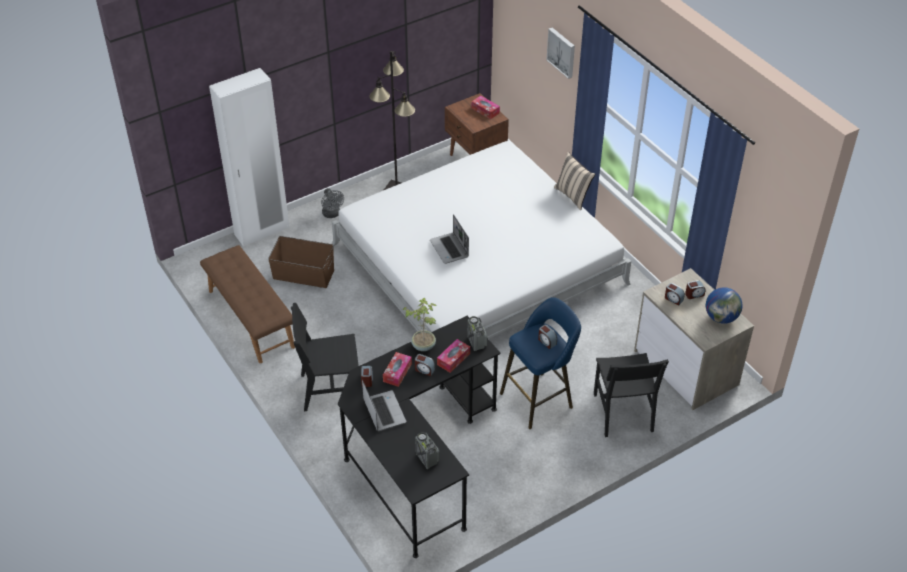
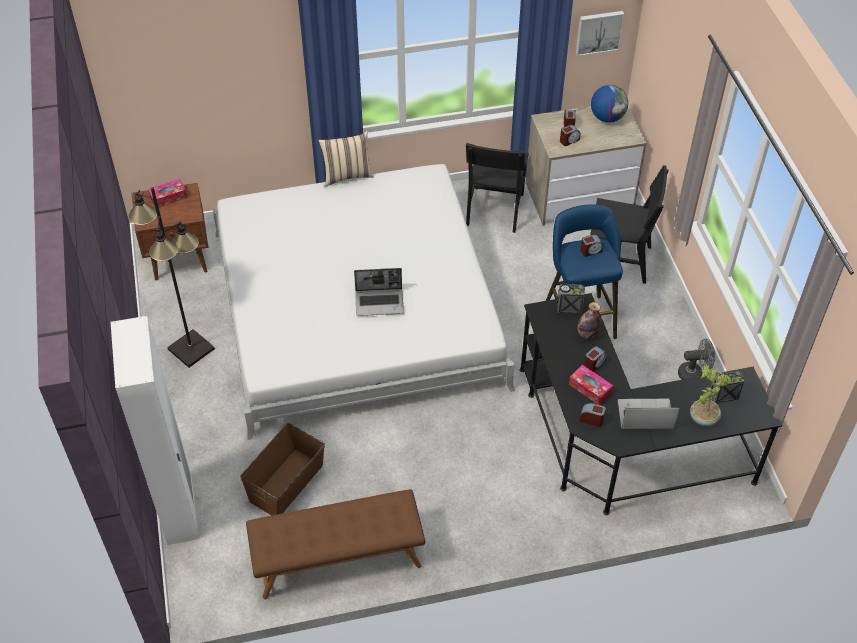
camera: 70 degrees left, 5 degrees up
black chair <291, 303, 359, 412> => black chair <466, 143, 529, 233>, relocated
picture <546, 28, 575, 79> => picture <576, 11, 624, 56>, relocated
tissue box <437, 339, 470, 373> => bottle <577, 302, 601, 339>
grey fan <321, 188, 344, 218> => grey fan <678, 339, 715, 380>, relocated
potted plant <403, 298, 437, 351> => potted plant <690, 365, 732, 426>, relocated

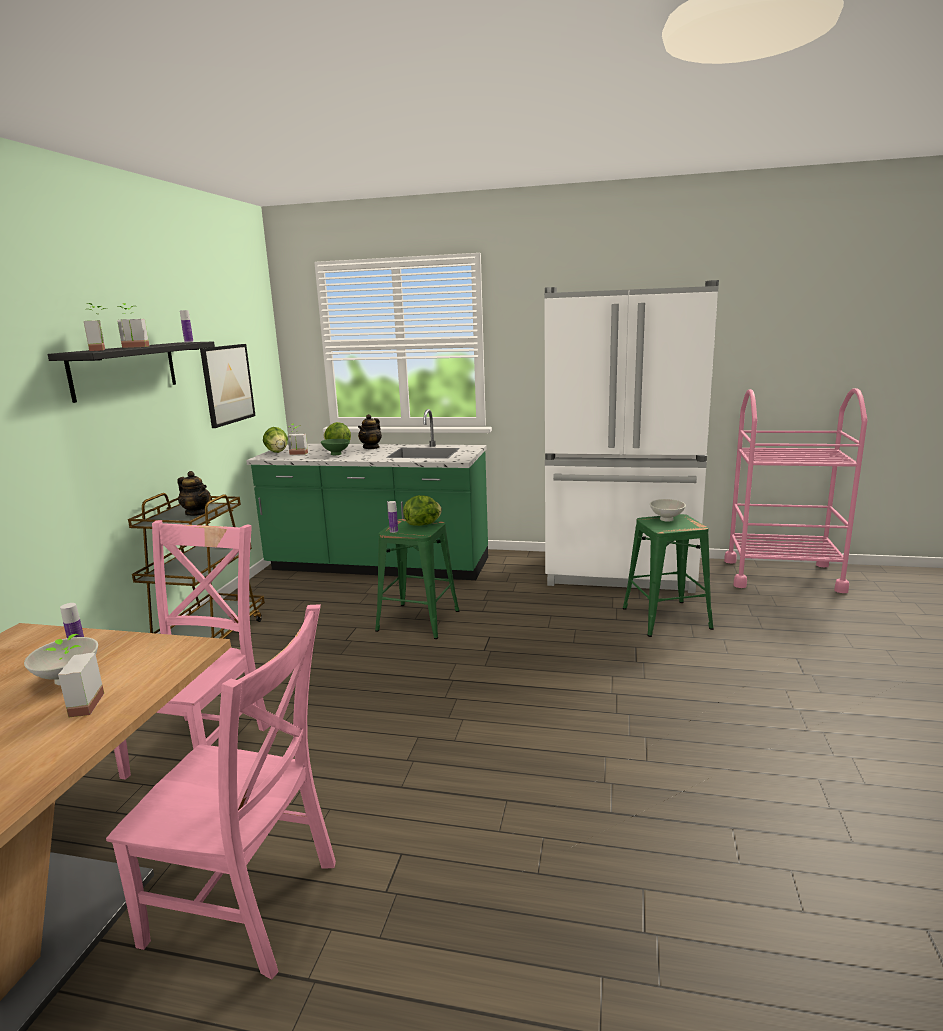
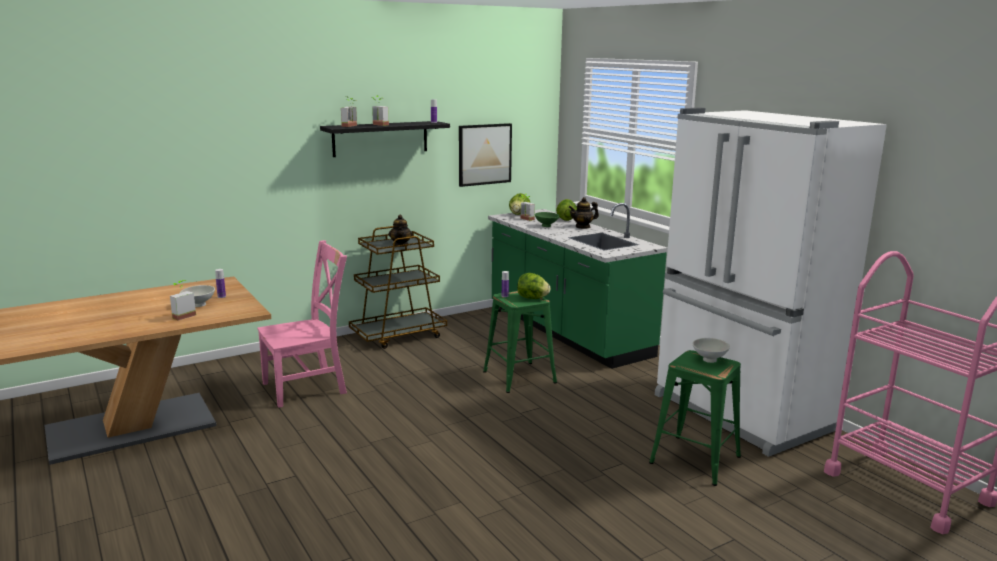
camera: 45 degrees right, 0 degrees up
pink chair <106, 604, 336, 980> => nothing

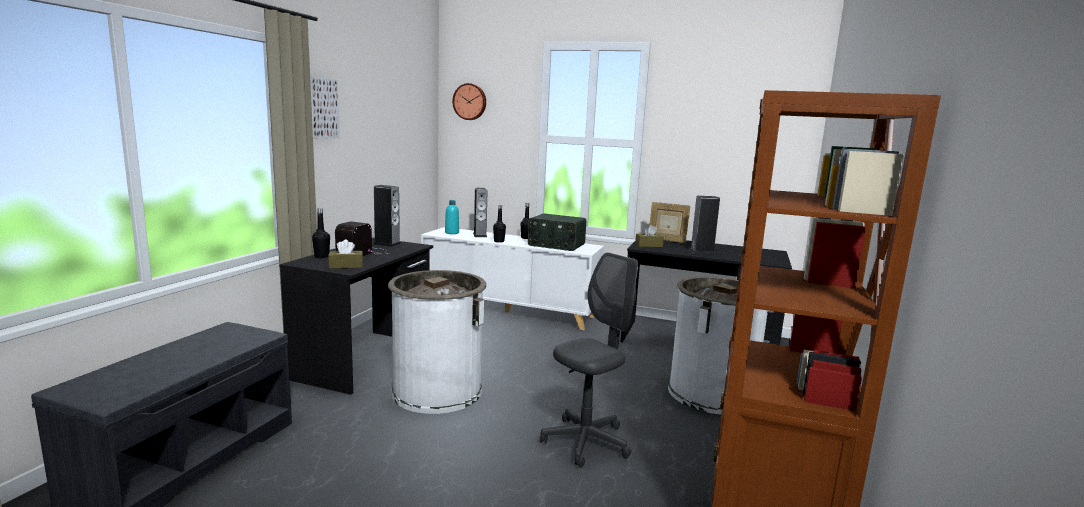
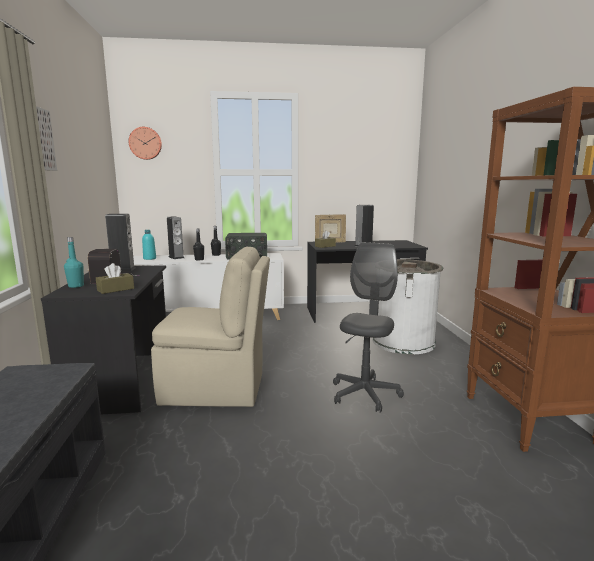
camera: 25 degrees left, 0 degrees up
black bottle <312, 208, 330, 258> => turquoise bottle <64, 237, 84, 288>
white trash can <388, 270, 486, 414> => beige chair <151, 247, 270, 407>

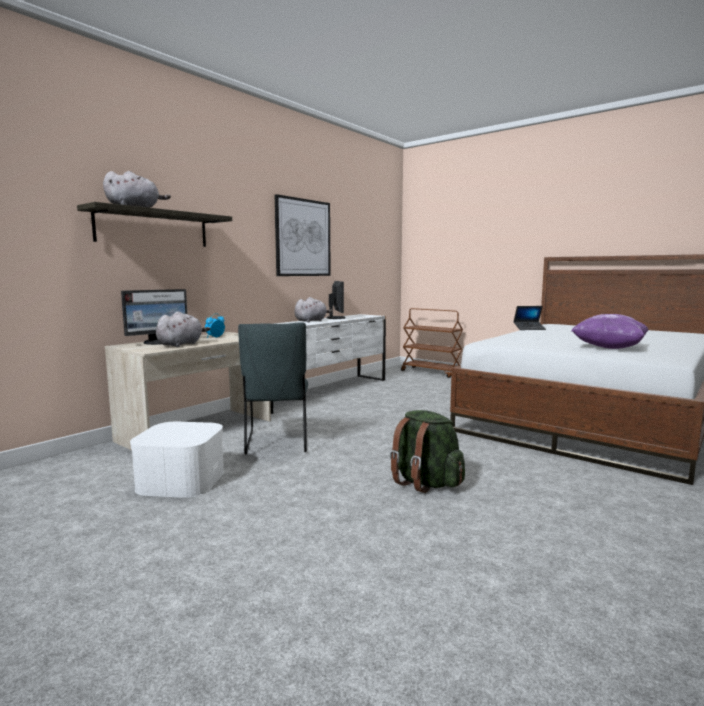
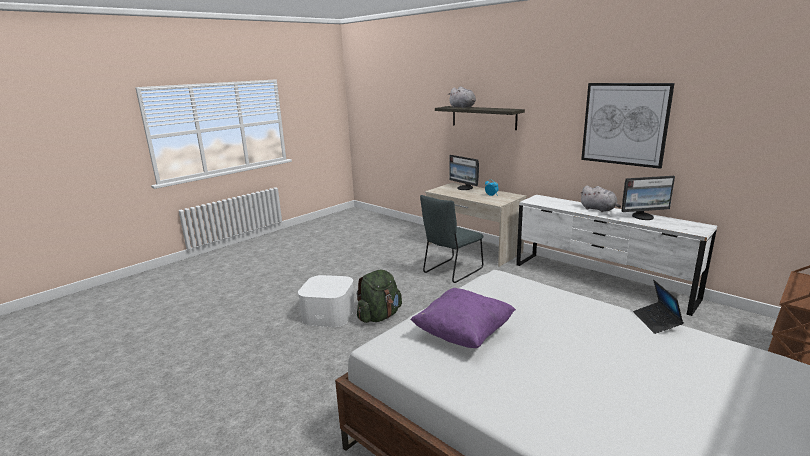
camera: 95 degrees right, 10 degrees up
white storage box <130, 422, 224, 498> => white storage box <298, 275, 355, 327>, relocated
grey chair <238, 322, 308, 454> => grey chair <420, 195, 483, 283>, 45 degrees counterclockwise
grey plush toy <156, 311, 210, 347> => nothing

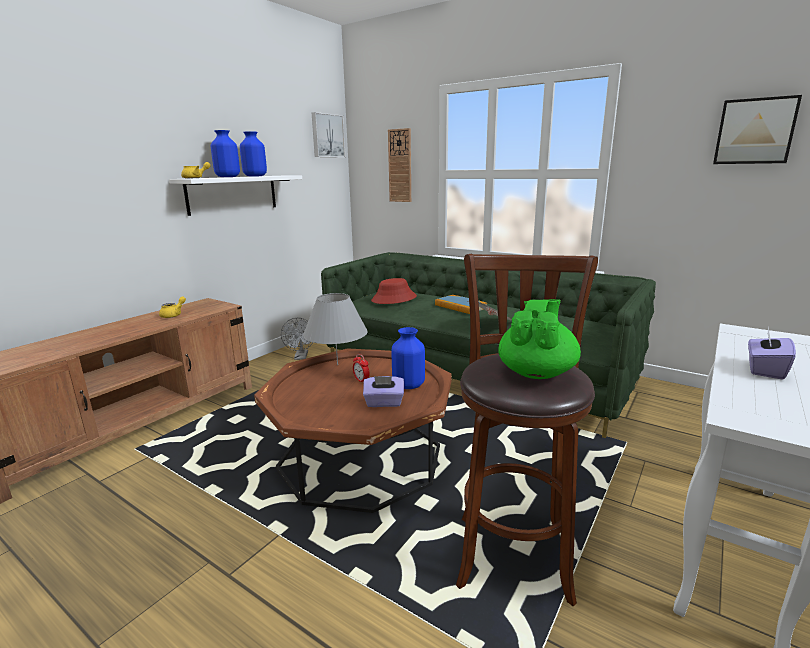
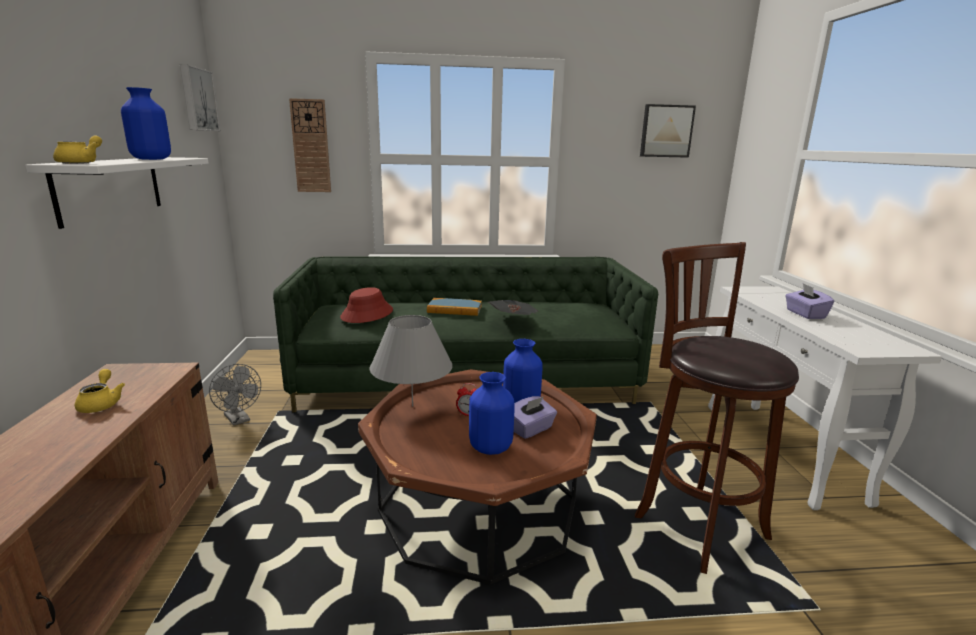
camera: 40 degrees left, 0 degrees up
blue vase <211, 130, 240, 177> => blue vase <469, 372, 515, 455>, relocated
green teapot <498, 299, 581, 379> => nothing

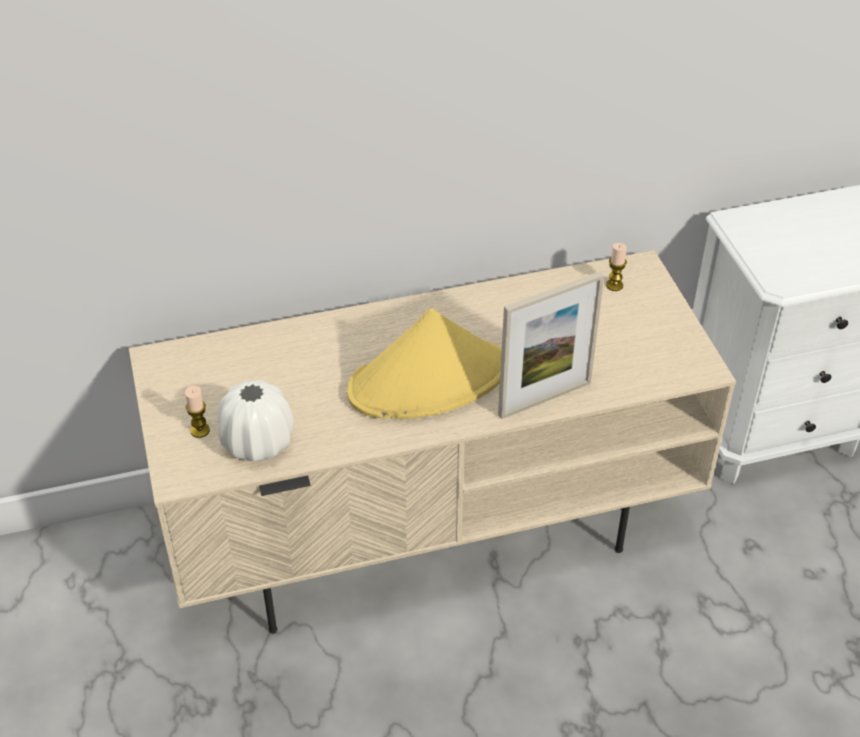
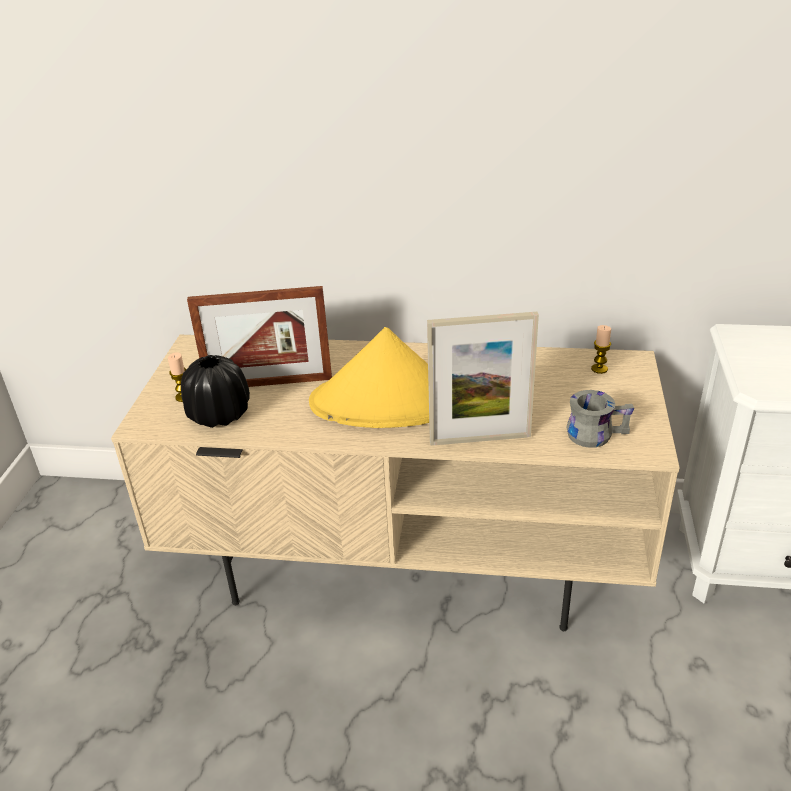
camera: 25 degrees right, 10 degrees down
white vase <218, 380, 294, 461> => black vase <181, 355, 250, 428>
nothing => picture frame <187, 286, 332, 387>
nothing => grey mug <567, 390, 634, 448>

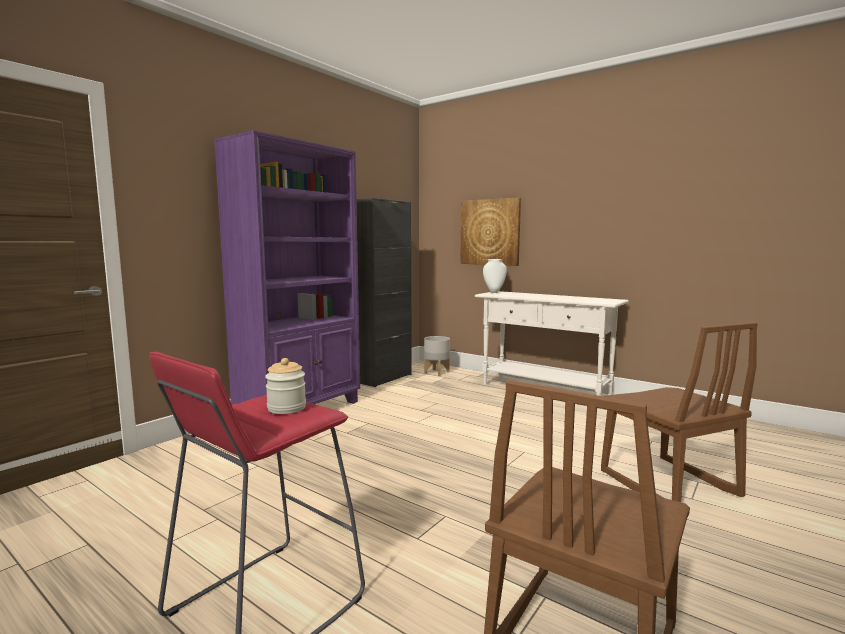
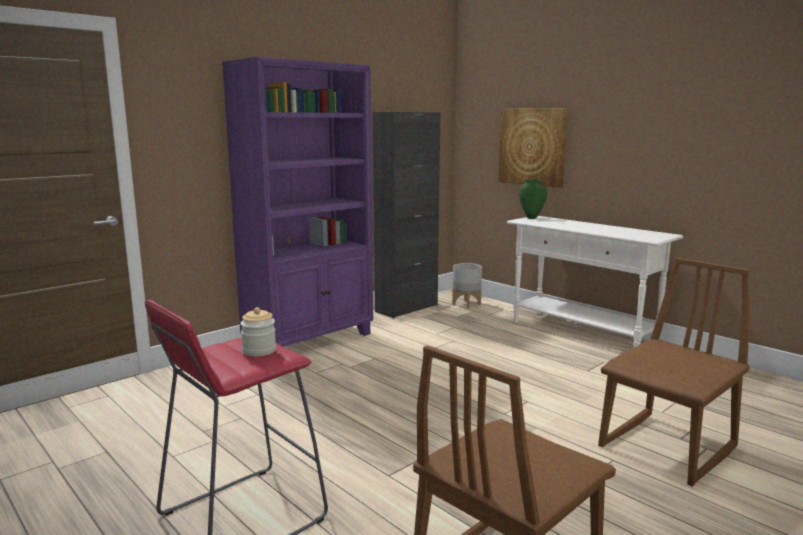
camera: 10 degrees right, 5 degrees up
white vase <483, 259, 507, 293> => green vase <519, 179, 547, 219>
brown chair <601, 322, 758, 502> => brown chair <598, 258, 750, 487>, 120 degrees counterclockwise

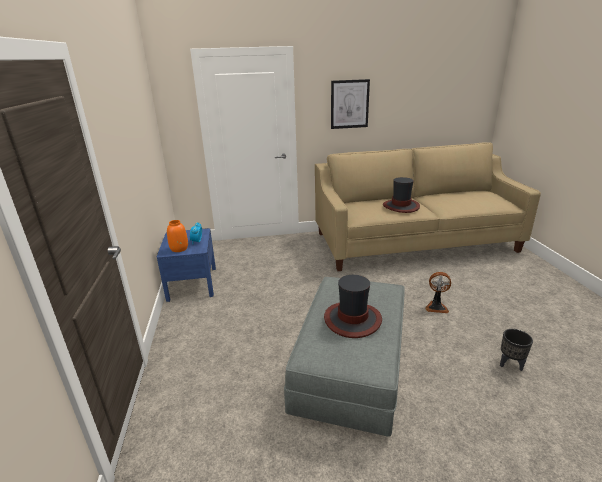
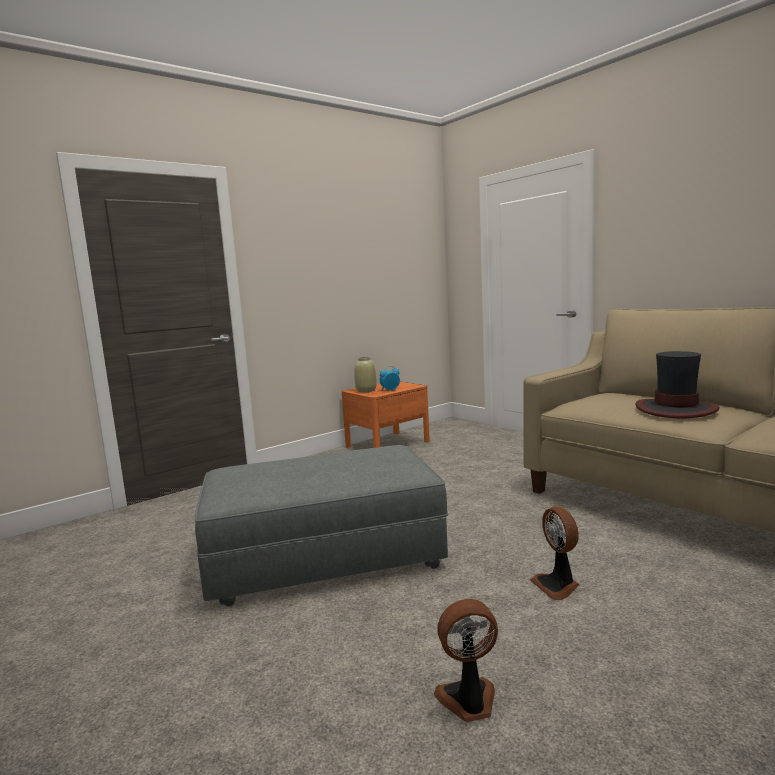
camera: 60 degrees right, 15 degrees down
blue nightstand <157, 228, 216, 302> => orange nightstand <342, 382, 430, 448>
orange vase <167, 220, 188, 252> => beige vase <355, 357, 377, 392>
black planter <500, 329, 533, 371> => fan <434, 599, 498, 722>
hat <324, 275, 382, 338> => nothing
picture <331, 79, 370, 129> => nothing

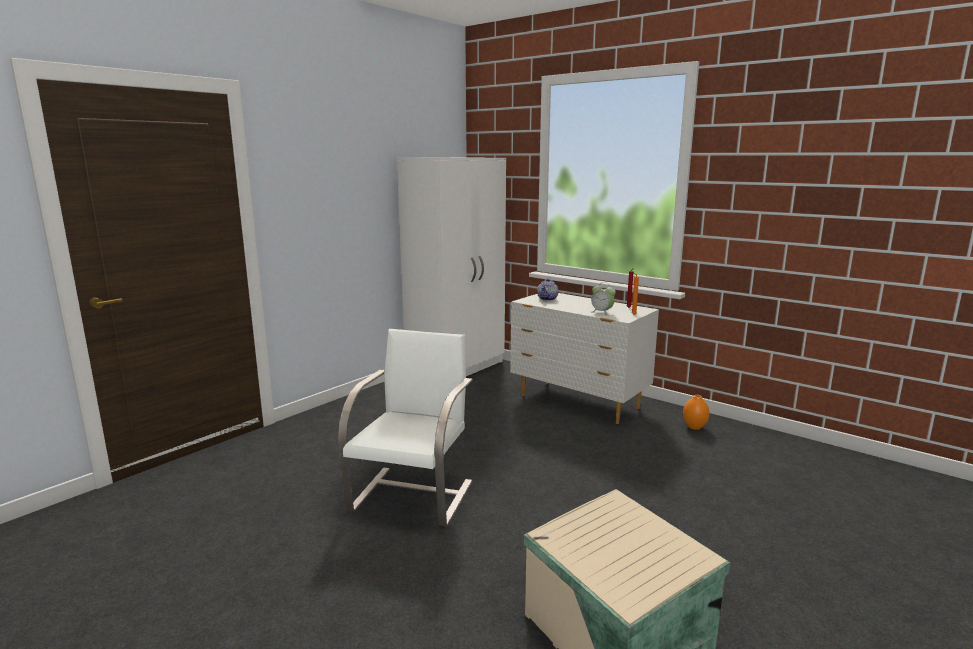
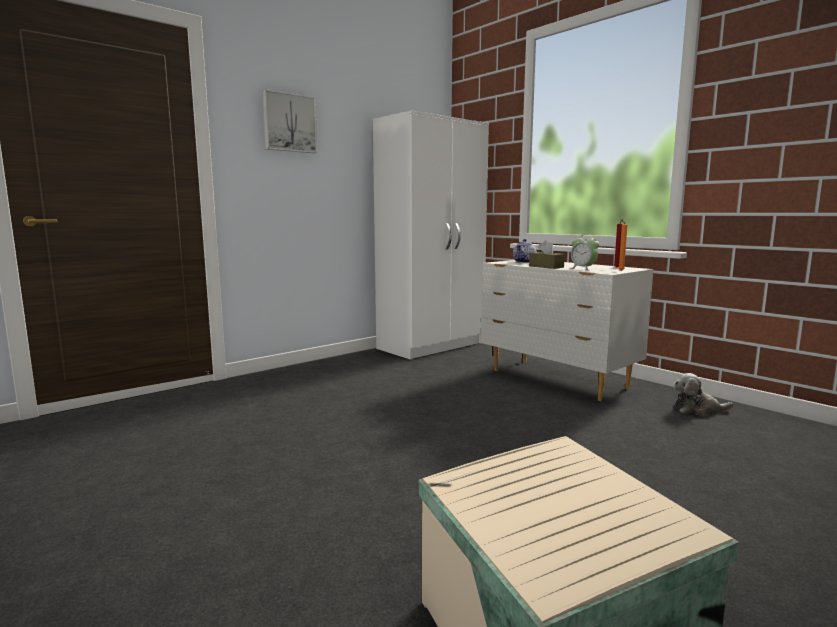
camera: 10 degrees right, 5 degrees down
nothing => picture <262, 89, 318, 153>
nothing => brown tissue box <529, 240, 565, 269>
orange vase <683, 395, 709, 430> => plush toy <674, 373, 733, 416>
white chair <338, 329, 473, 527> => nothing

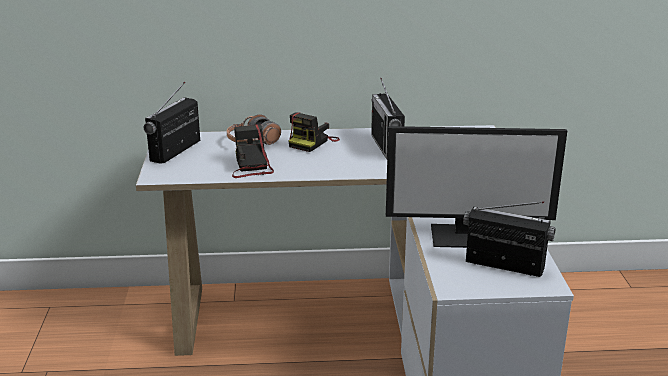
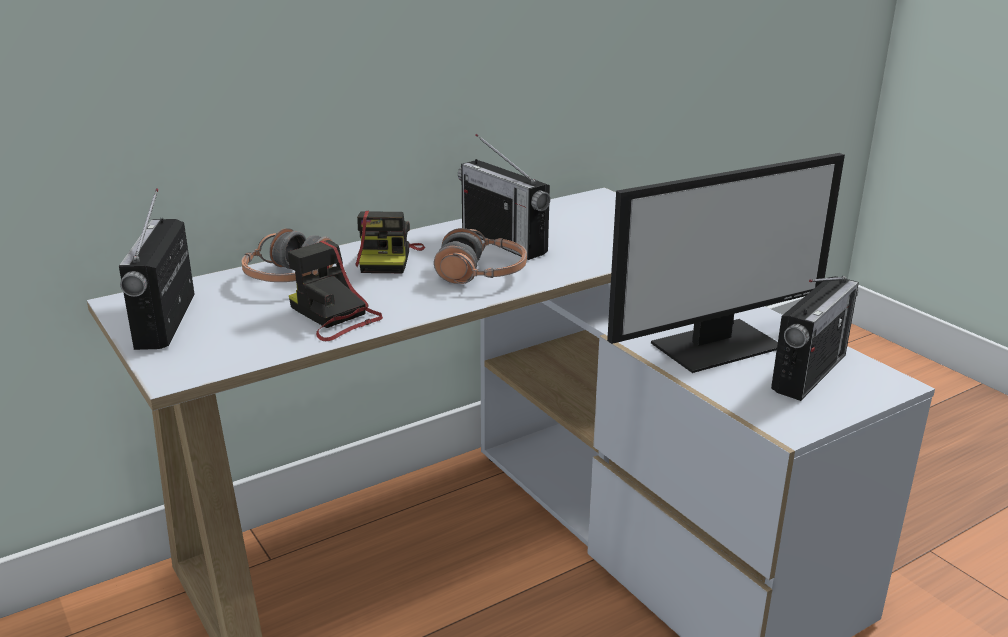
camera: 30 degrees left, 0 degrees up
nothing => headphones <434, 228, 527, 284>
radio <463, 201, 556, 277> => radio <771, 276, 859, 401>, 135 degrees clockwise

